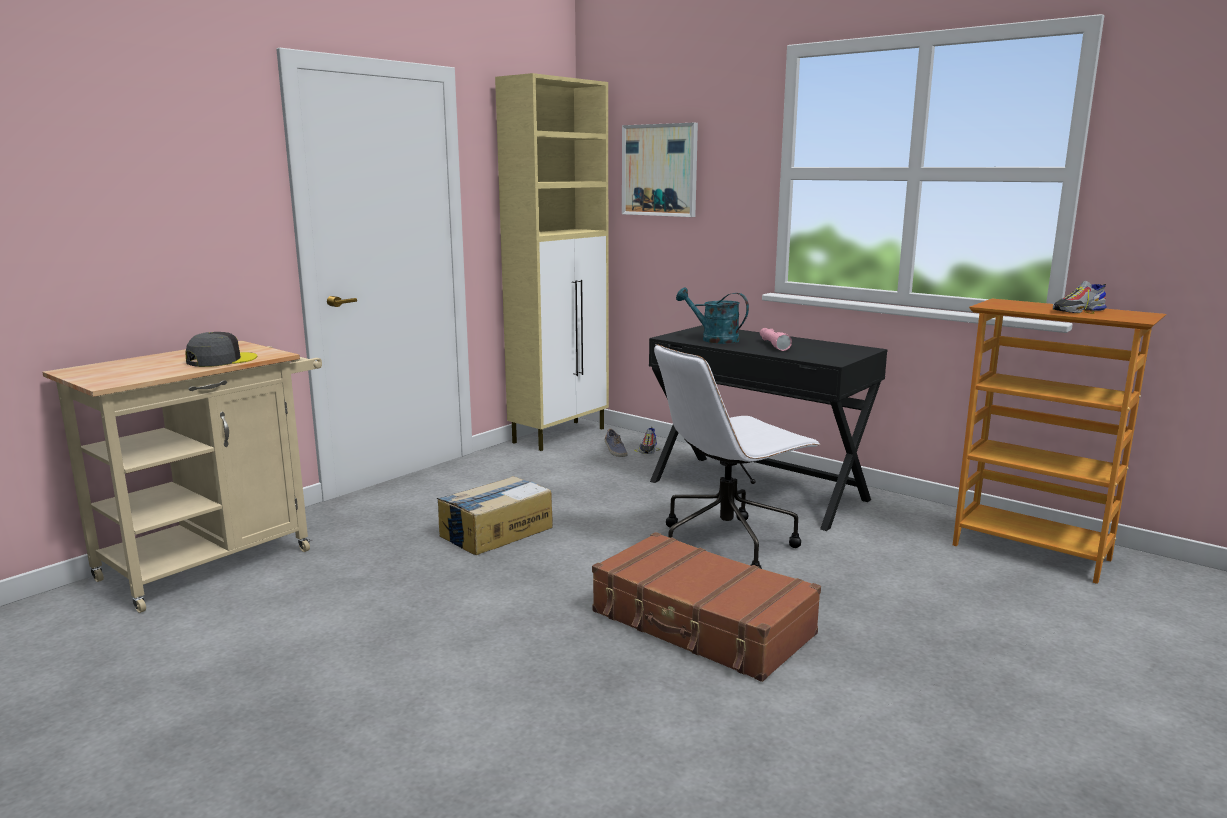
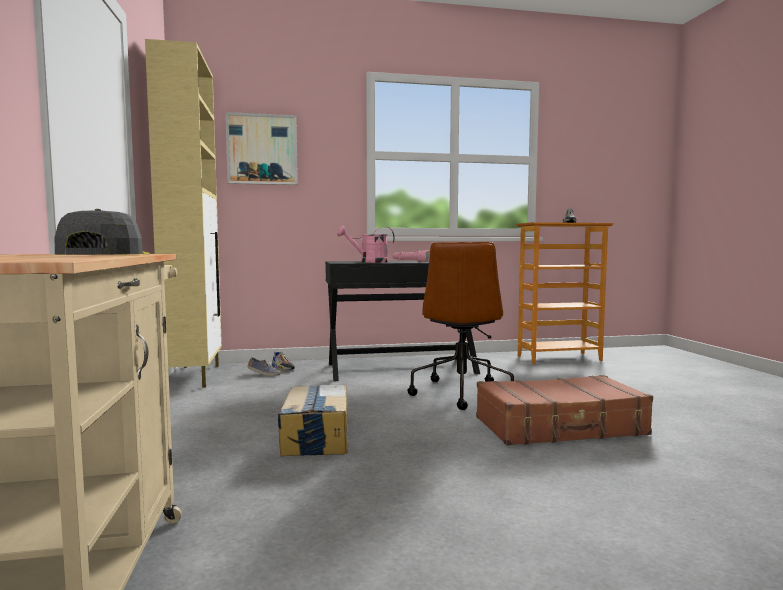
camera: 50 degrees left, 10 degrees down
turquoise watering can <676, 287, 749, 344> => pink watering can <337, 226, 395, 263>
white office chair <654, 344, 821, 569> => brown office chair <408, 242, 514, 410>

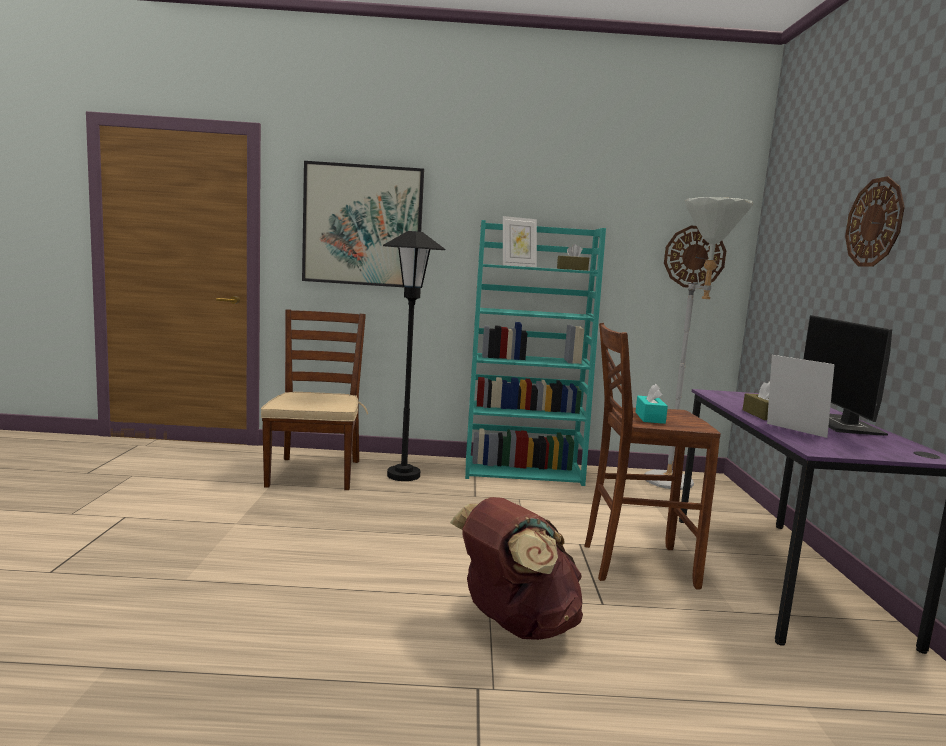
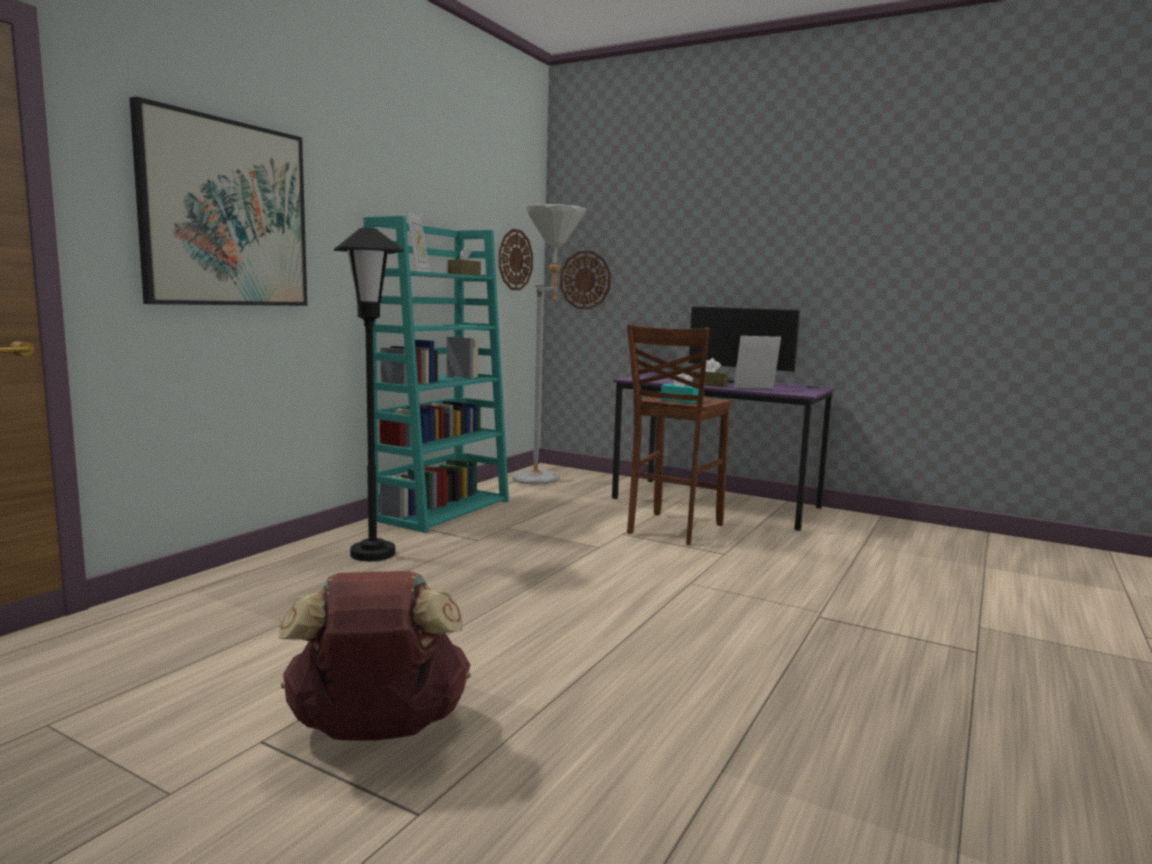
camera: 60 degrees left, 0 degrees up
brown backpack <450, 497, 583, 640> => brown backpack <278, 571, 470, 741>, relocated
wall clock <845, 176, 905, 267> => wall clock <560, 251, 611, 310>, relocated
brown chair <261, 309, 368, 490> => nothing

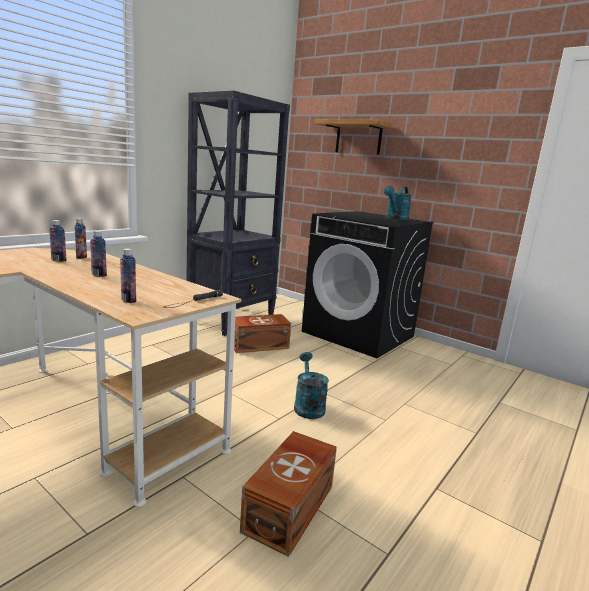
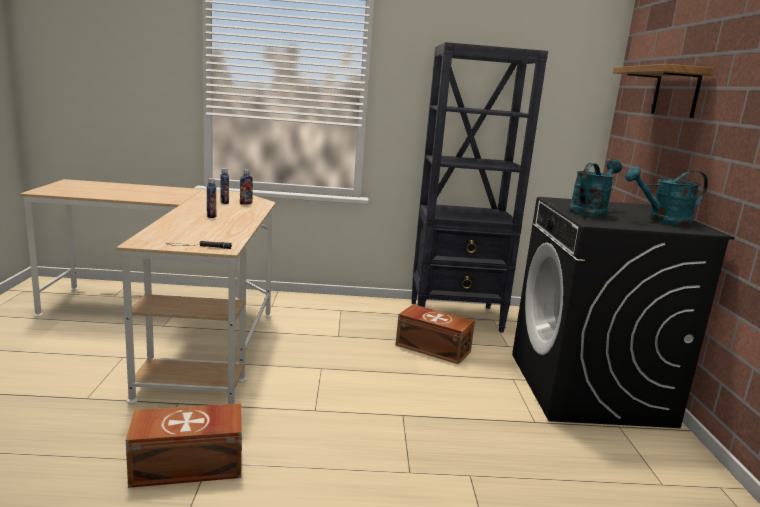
camera: 50 degrees right, 0 degrees up
turquoise watering can <294, 352, 329, 419> => turquoise watering can <569, 159, 622, 217>, relocated
bottle <120, 248, 136, 303> => nothing

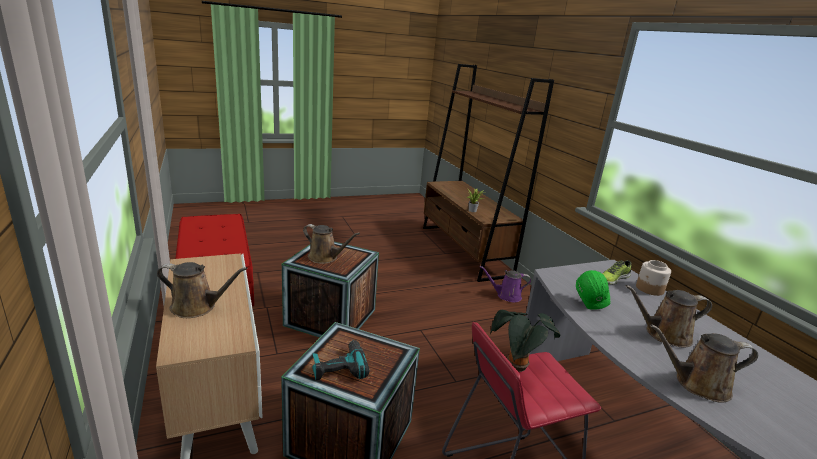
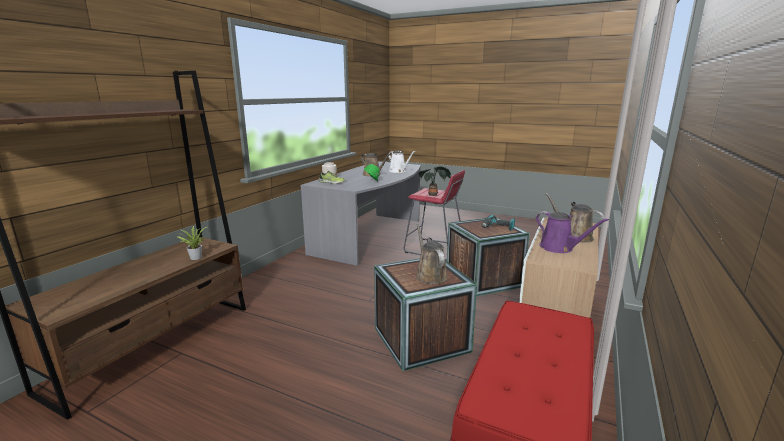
camera: 130 degrees left, 5 degrees down
brown watering can <650, 324, 758, 403> => white watering can <388, 151, 415, 173>
purple watering can <480, 266, 531, 302> => purple watering can <536, 211, 609, 253>, relocated

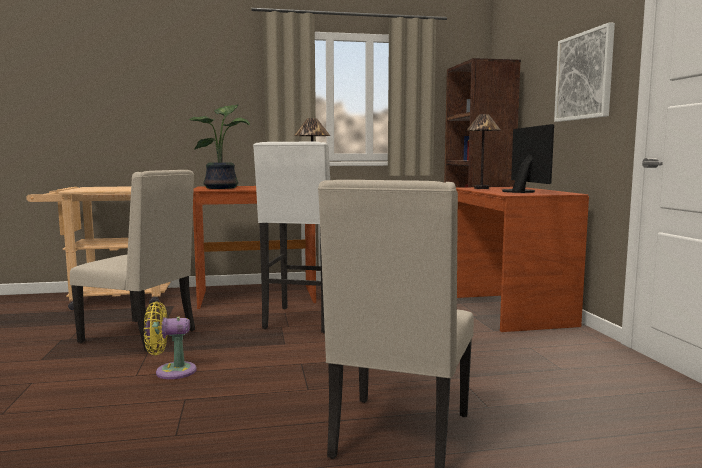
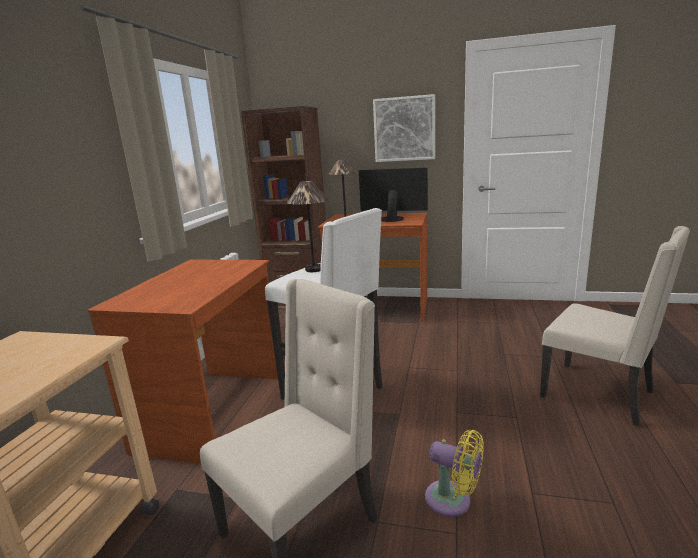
camera: 65 degrees left, 10 degrees up
yellow fan <144, 302, 197, 379> => yellow fan <425, 430, 484, 517>, 75 degrees counterclockwise
potted plant <189, 104, 250, 189> => nothing

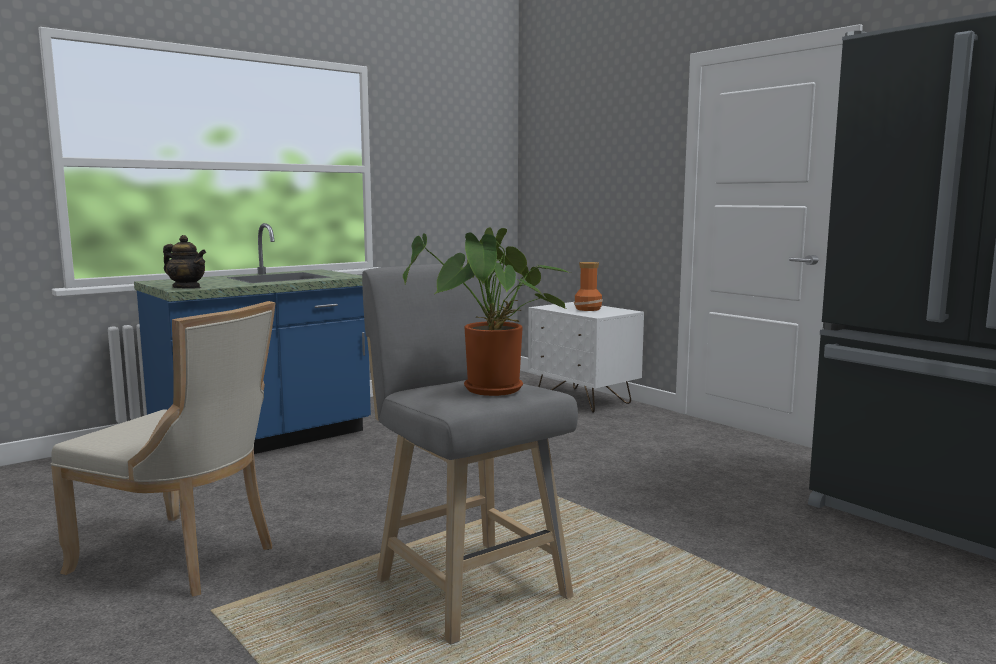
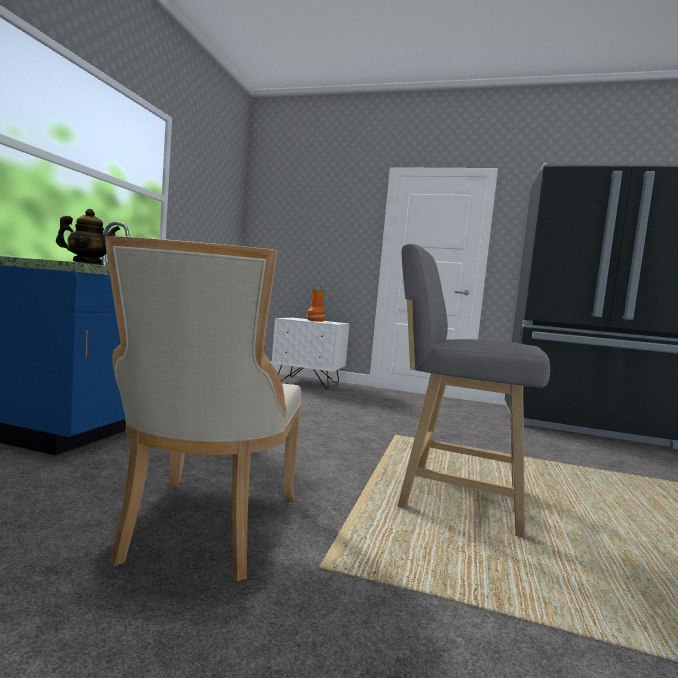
camera: 35 degrees left, 5 degrees down
beige chair <50, 301, 276, 597> => beige chair <105, 236, 302, 581>, 105 degrees clockwise
potted plant <403, 227, 570, 396> => nothing

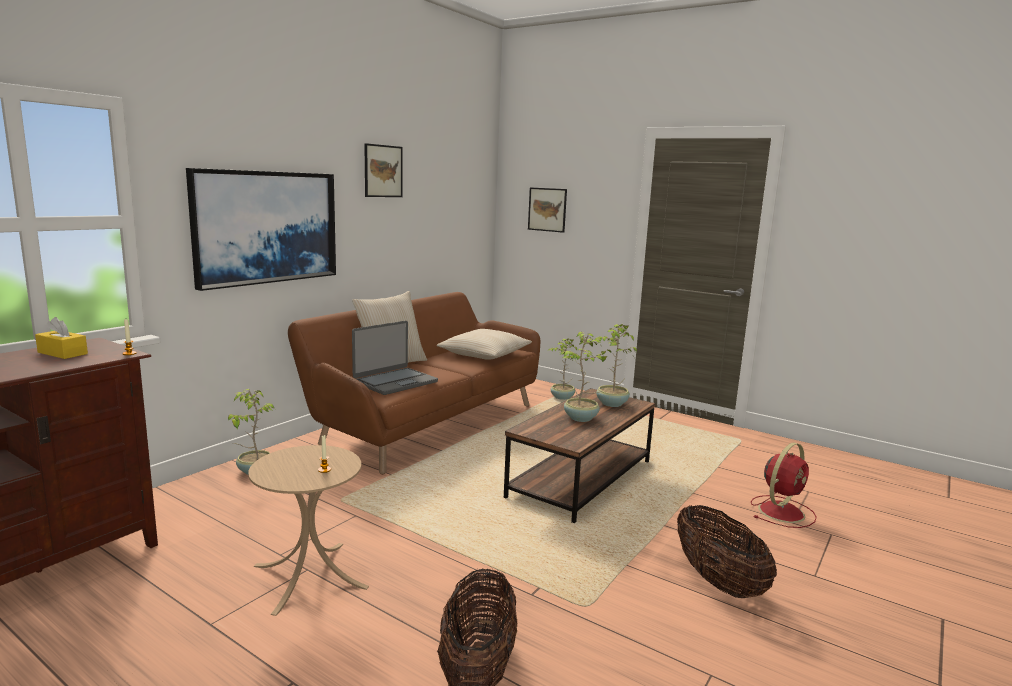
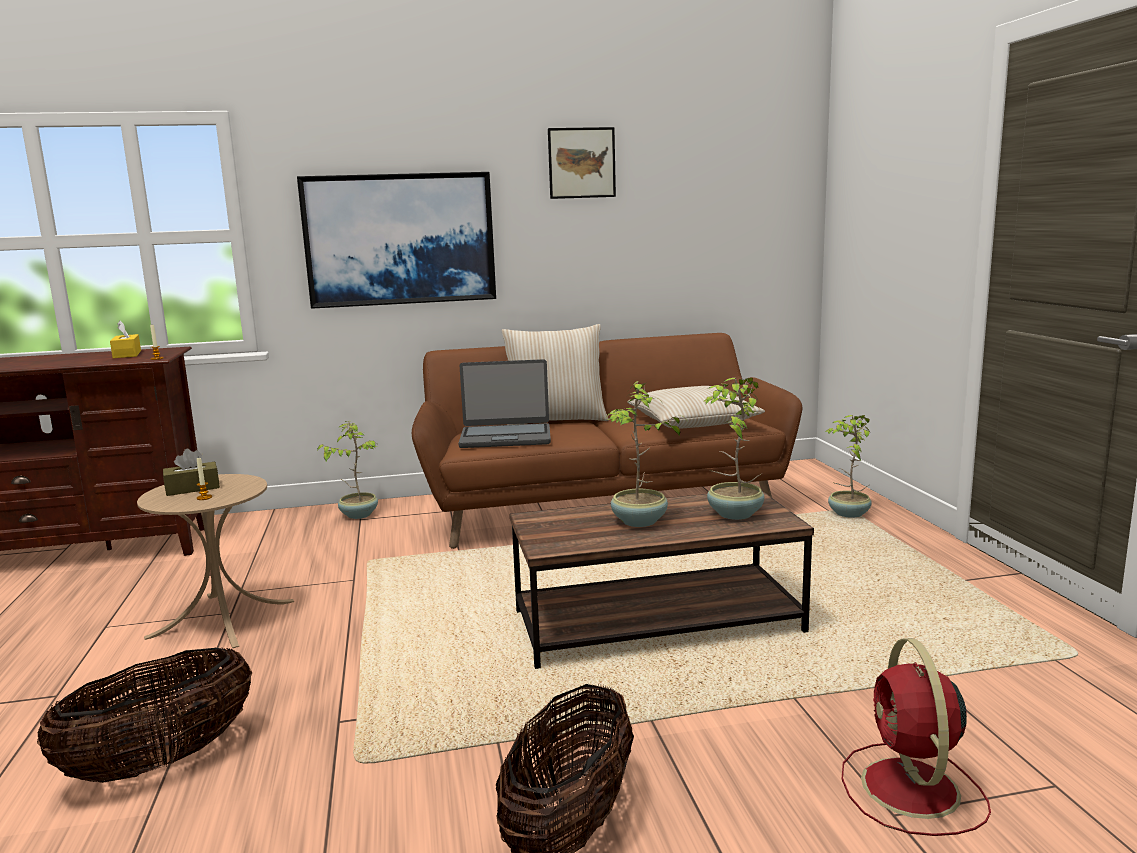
camera: 45 degrees right, 0 degrees up
nothing => brown tissue box <163, 449, 220, 496>
red fan <751, 443, 817, 528> => red fan <842, 638, 991, 836>, 90 degrees clockwise
picture <528, 188, 567, 233> => nothing

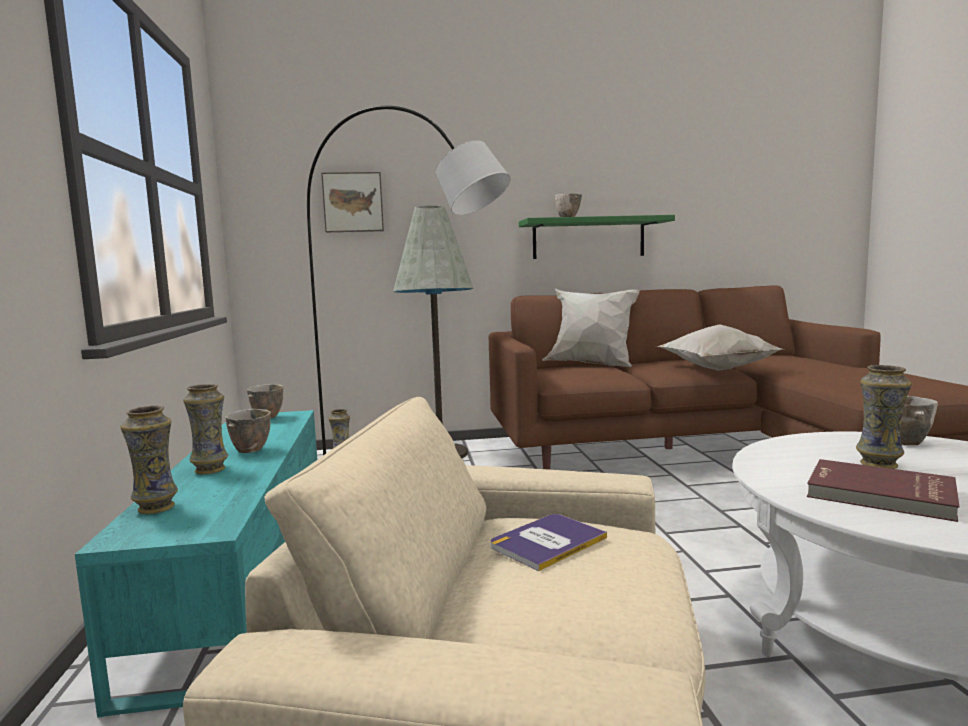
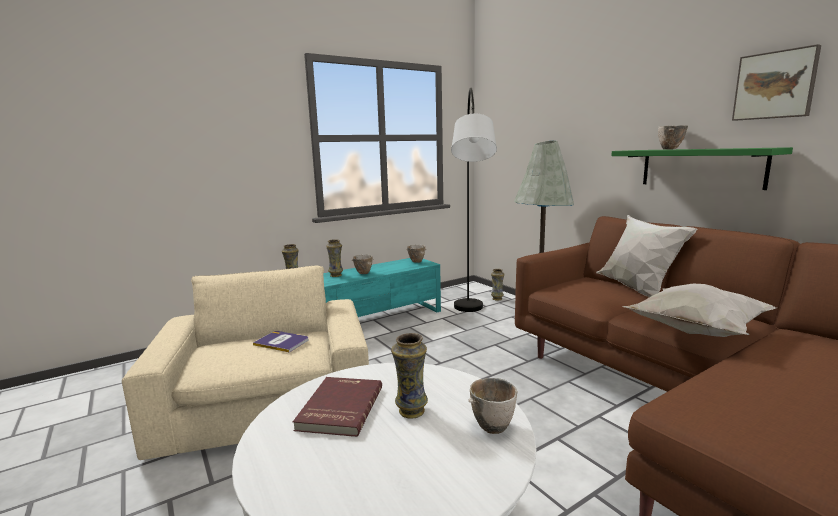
camera: 65 degrees right, 5 degrees up
picture <321, 172, 384, 232> => picture <732, 44, 821, 121>, relocated

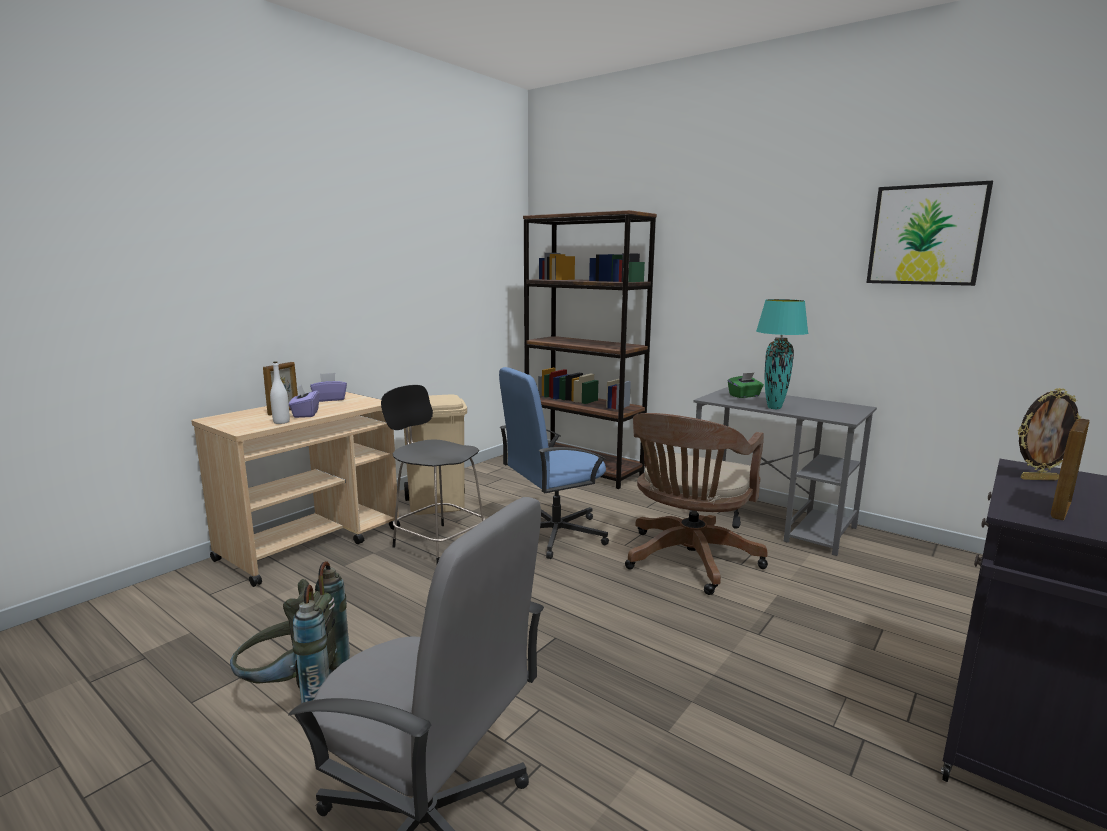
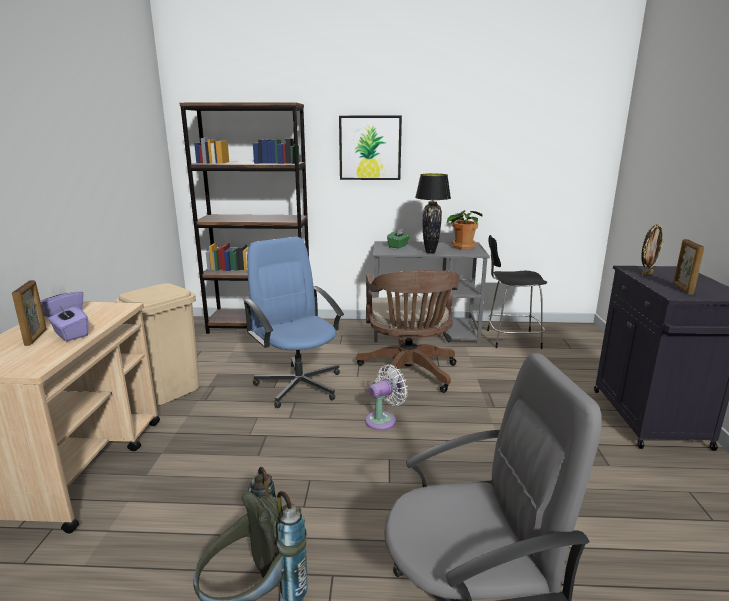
camera: 35 degrees left, 5 degrees up
blue office chair <499, 367, 609, 559> => blue office chair <243, 237, 344, 408>, 120 degrees clockwise
picture <866, 180, 993, 286> => picture <339, 116, 402, 180>, relocated
nothing => white fan <365, 365, 408, 430>
turquoise table lamp <756, 299, 808, 409> => black table lamp <415, 173, 451, 254>
nothing => potted plant <446, 210, 482, 250>
black chair <381, 385, 486, 564> => black chair <487, 235, 547, 349>, relocated
white bottle <270, 361, 290, 424> => nothing

